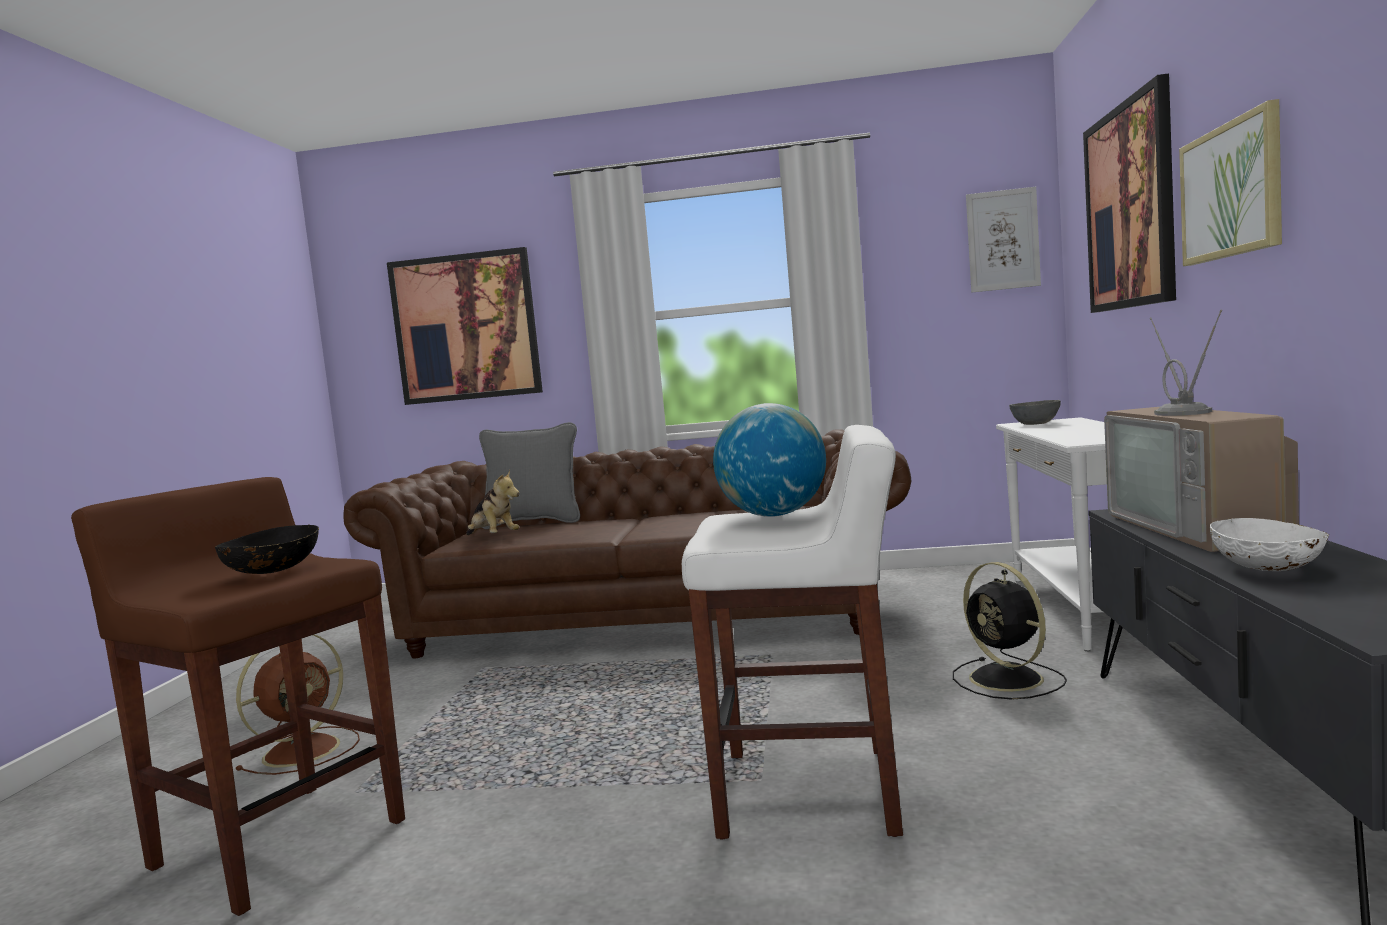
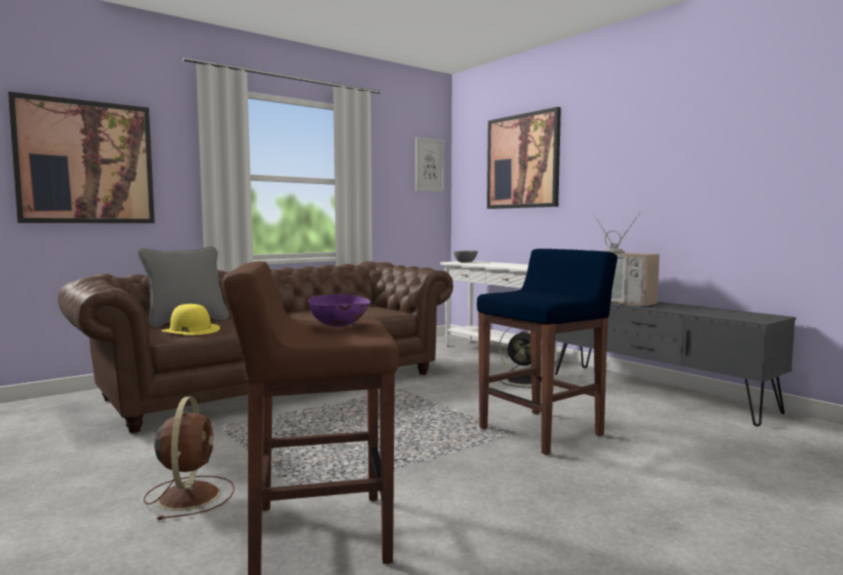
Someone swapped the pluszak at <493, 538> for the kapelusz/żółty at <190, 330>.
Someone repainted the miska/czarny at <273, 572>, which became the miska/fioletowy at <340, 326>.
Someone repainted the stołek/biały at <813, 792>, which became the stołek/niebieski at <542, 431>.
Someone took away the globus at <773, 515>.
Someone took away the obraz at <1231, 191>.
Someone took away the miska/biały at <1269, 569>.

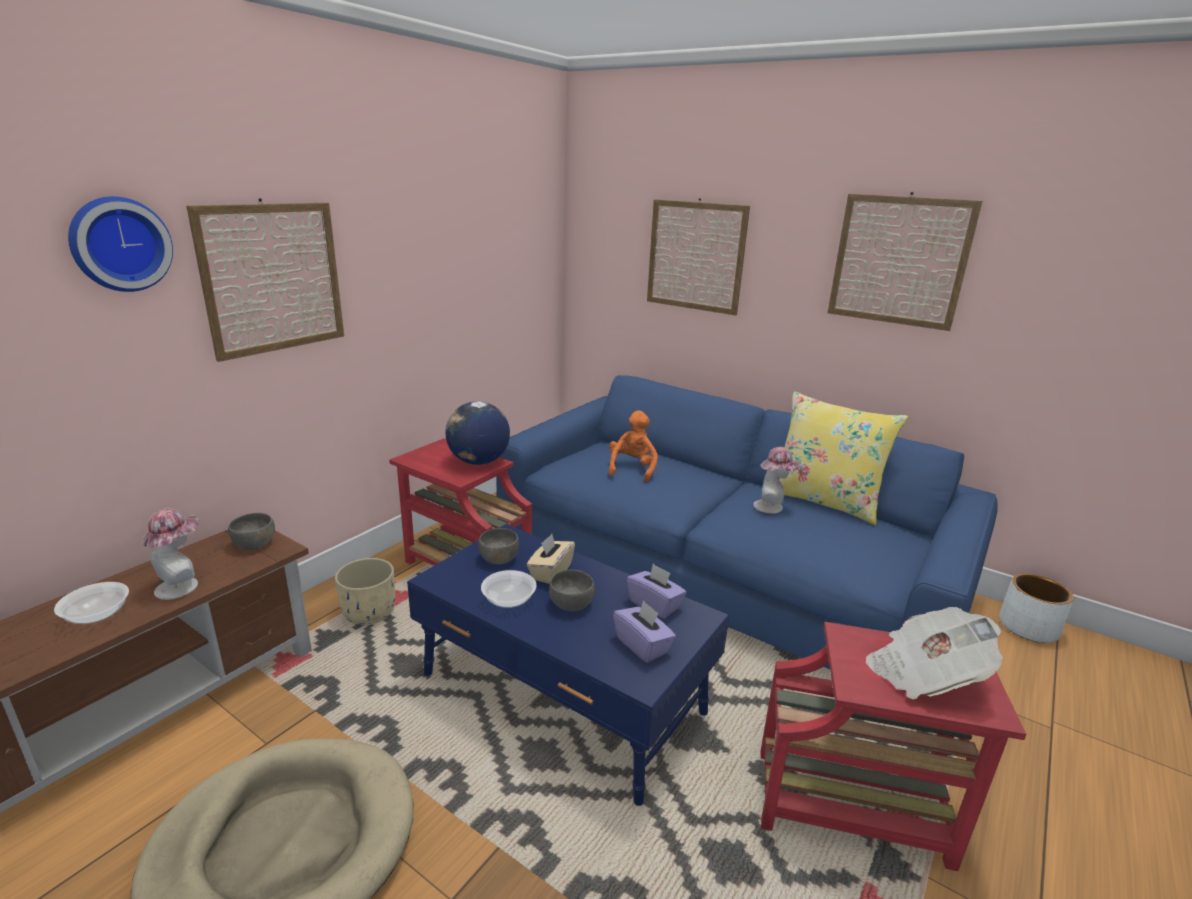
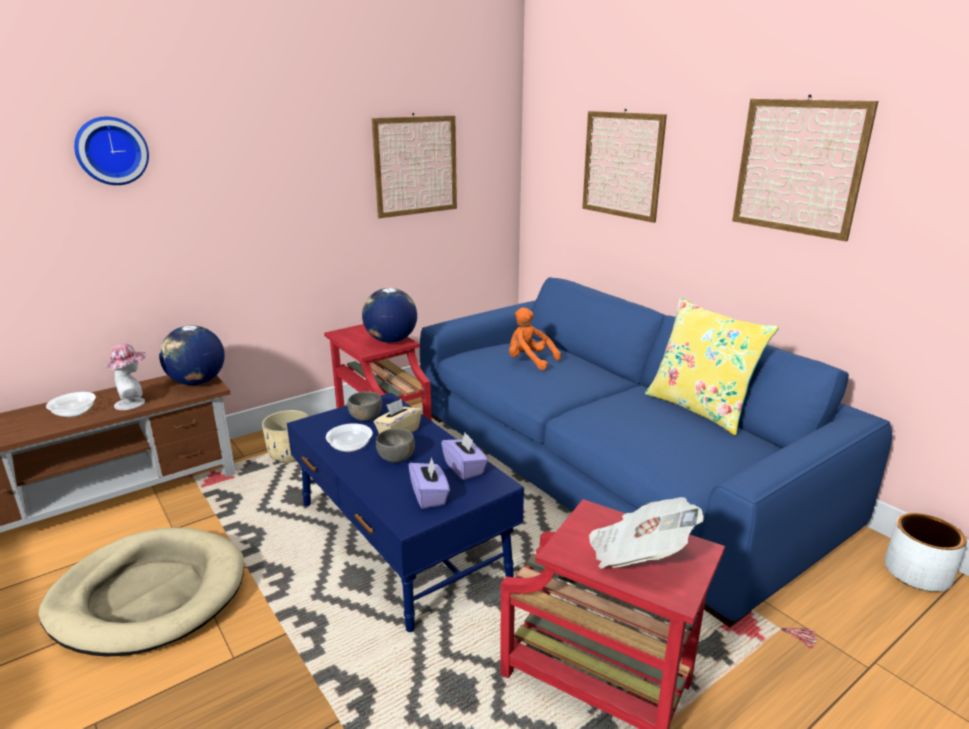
Someone swapped the miska/szary at <255, 544> for the globus at <197, 382>.
Someone carried the obraz from <272, 275> to <415, 164>.
Someone rotated the pluszak/pomarańczowy at <632, 469> by 90 degrees counterclockwise.
Someone took away the kapelusz at <772, 507>.

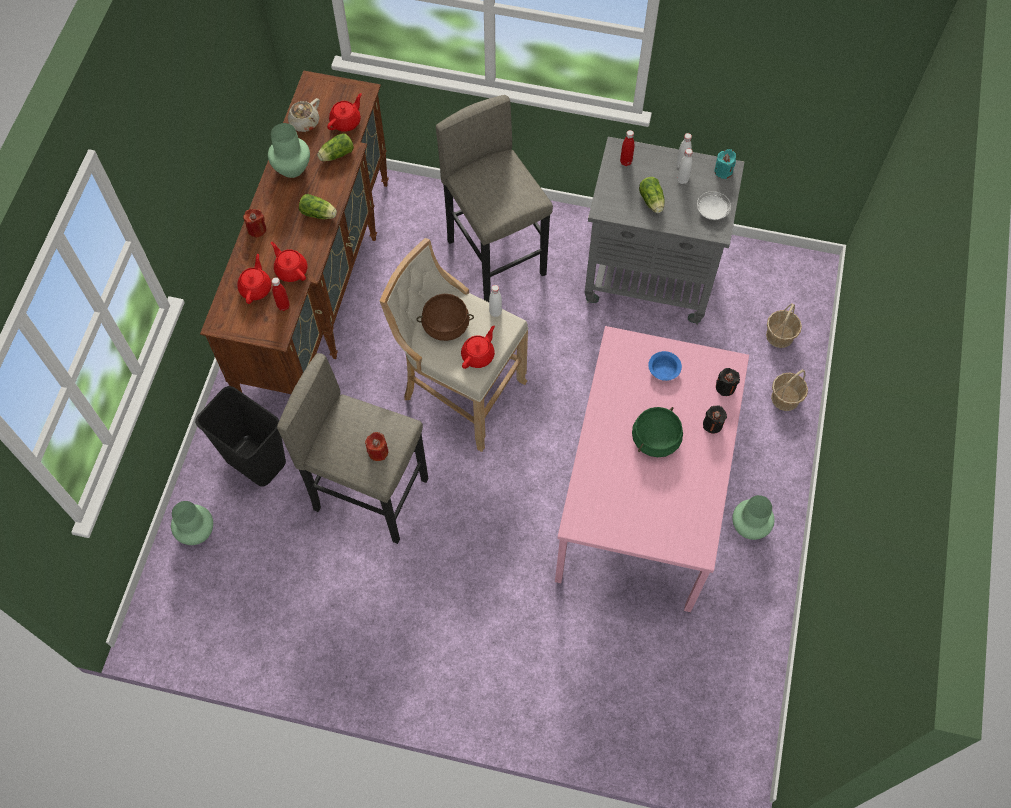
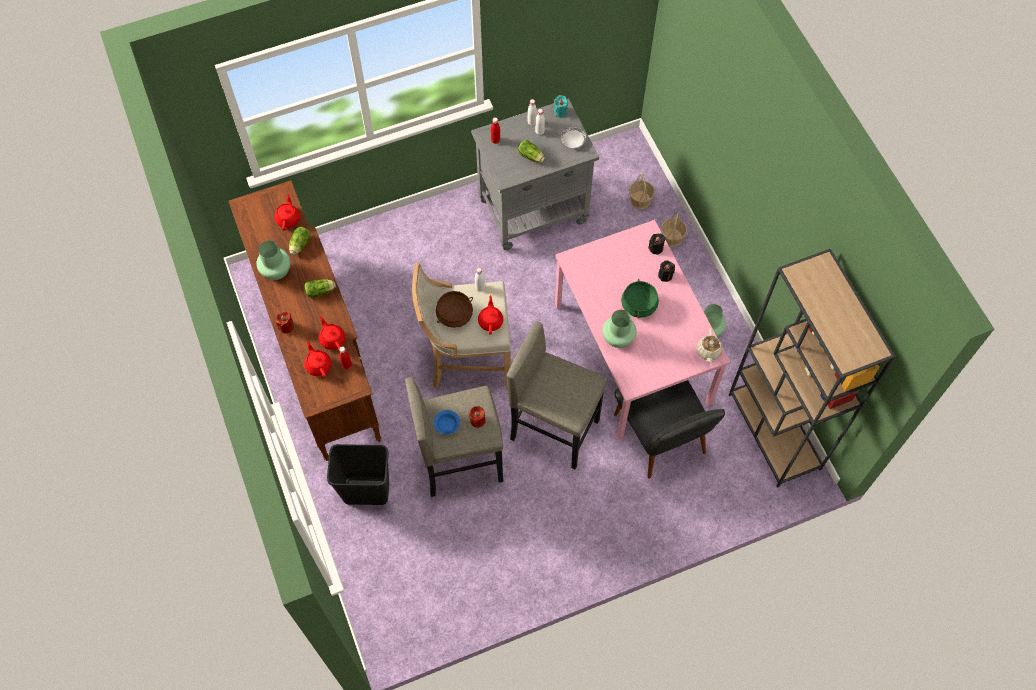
Someone rotated the imbryk/czerwony at <291, 270> by 45 degrees clockwise.
Someone carried the miska/niebieski from <664, 370> to <447, 424>.
Someone carried the stołek/szary from <496, 257> to <554, 429>.
Someone carried the wazon/zielony from <197, 531> to <618, 338>.
Someone put down the krzesło/czarny at <659, 434>.
Someone carried the imbryk/beżowy from <304, 123> to <708, 351>.
Someone put down the regał at <775, 432>.

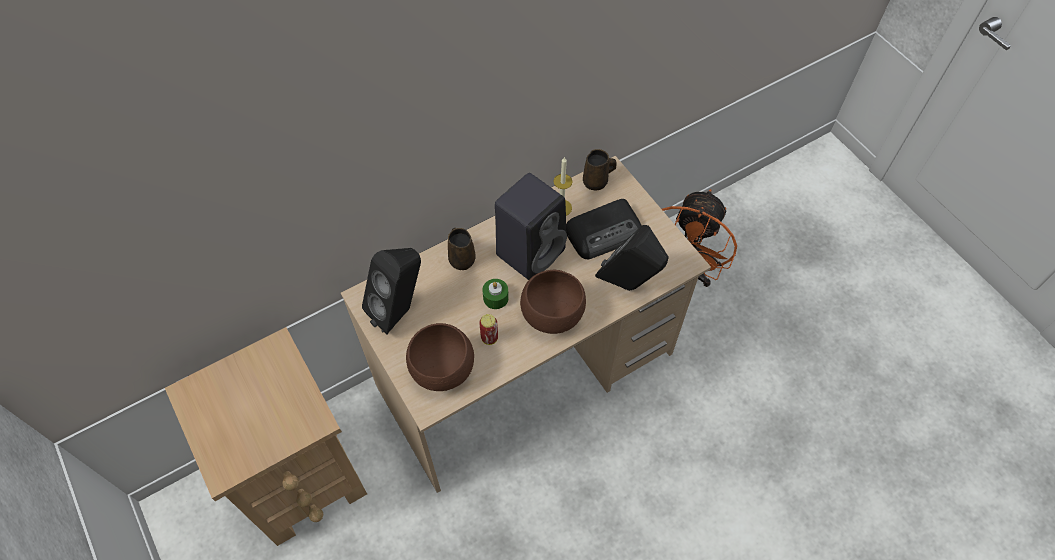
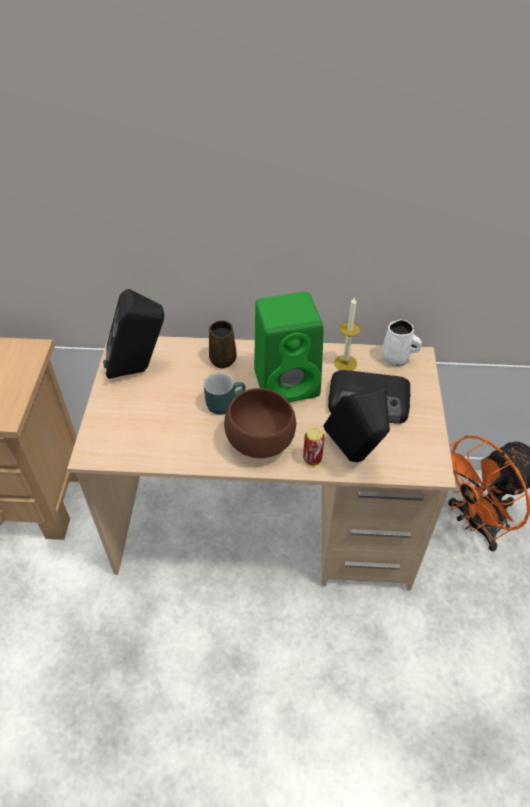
Someone swapped the świeca/zielony at <495, 298> for the kubek/turkusowy at <224, 402>.
Someone repainted the głośnik/czarny at <531, 250>, which became the głośnik/zielony at <288, 382>.
Someone carried the puszka from <489, 338> to <312, 459>.
Someone repainted the kubek/brązowy at <596, 182>, which became the kubek/biały at <396, 359>.
Someone took away the miska/brązowy at <444, 371>.

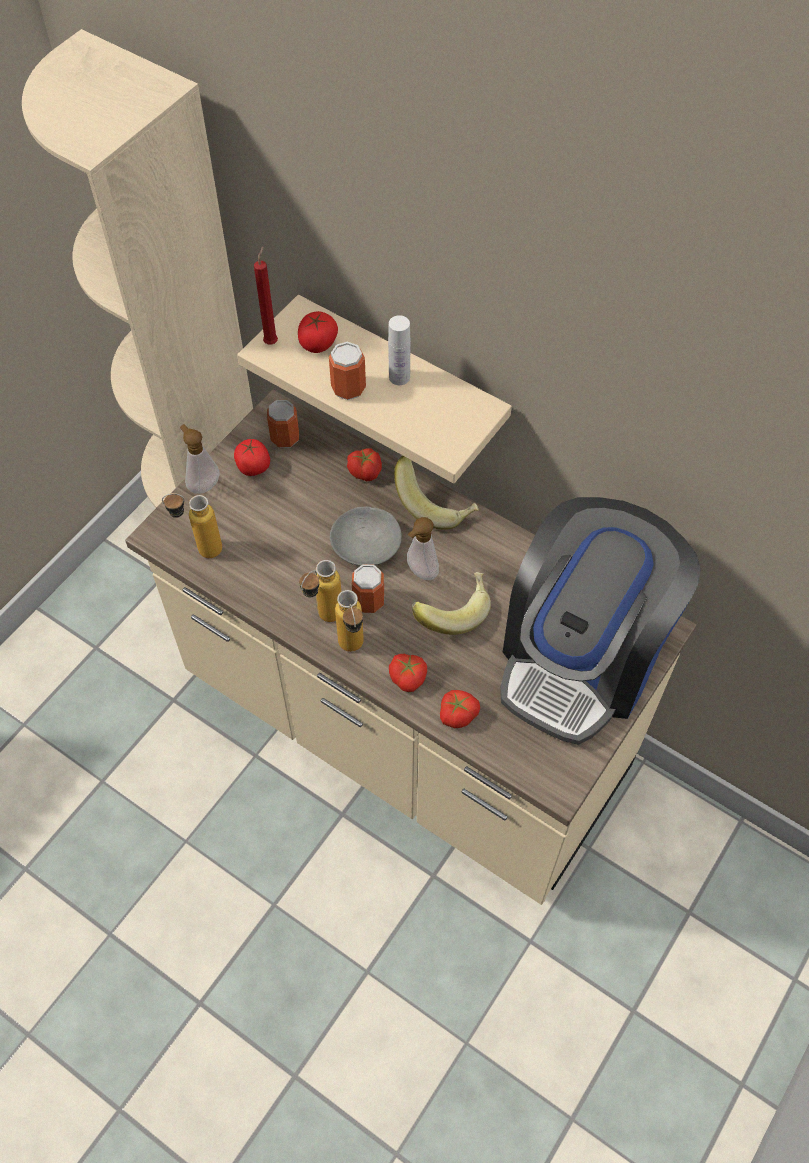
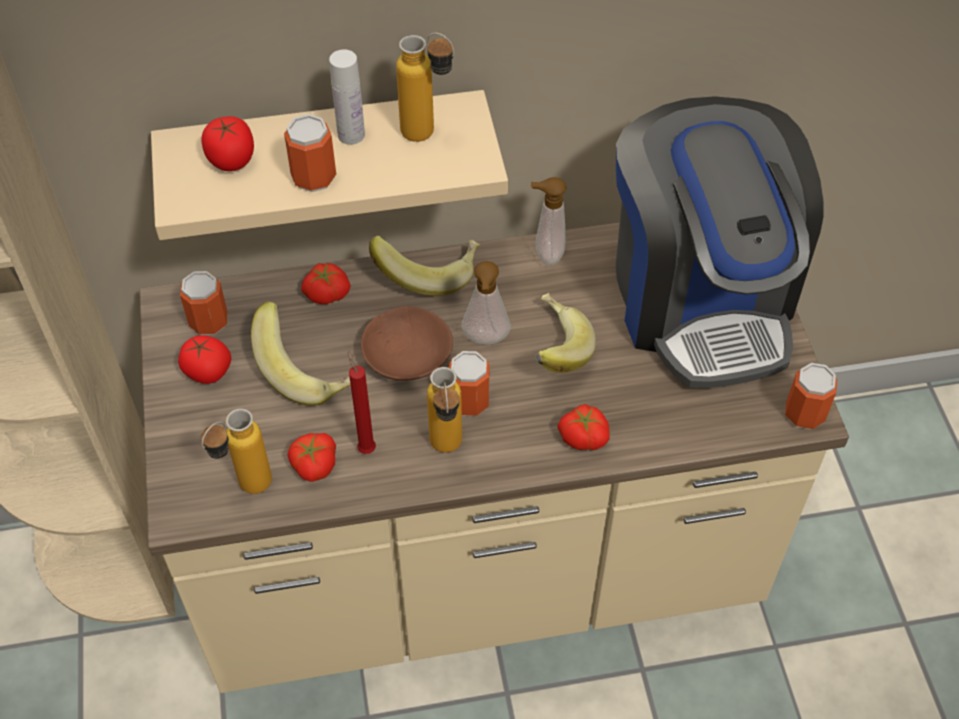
Someone put down the banan at <306, 371>.
Someone carried the pomidor from <457, 713> to <313, 465>.
Someone carried the świeca/czerwony from <272, 341> to <366, 447>.
Someone repainted the miska/szary at <367, 545>, which became the miska/brązowy at <407, 354>.
Someone carried the butelka from <353, 650> to <429, 136>.
Someone carried the dozownik mydła from <203, 484> to <546, 254>.
Someone put down the puszka at <804, 414>.

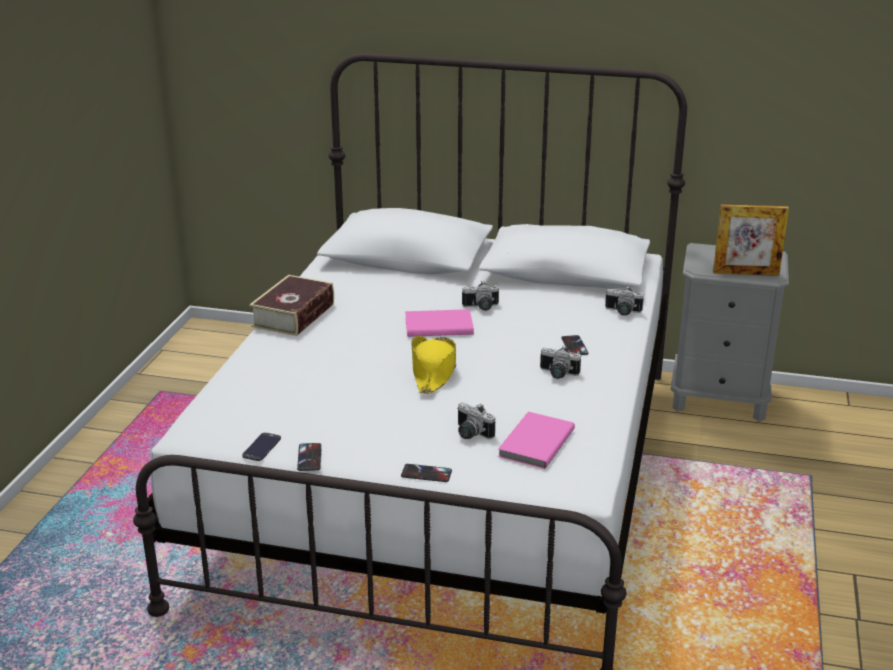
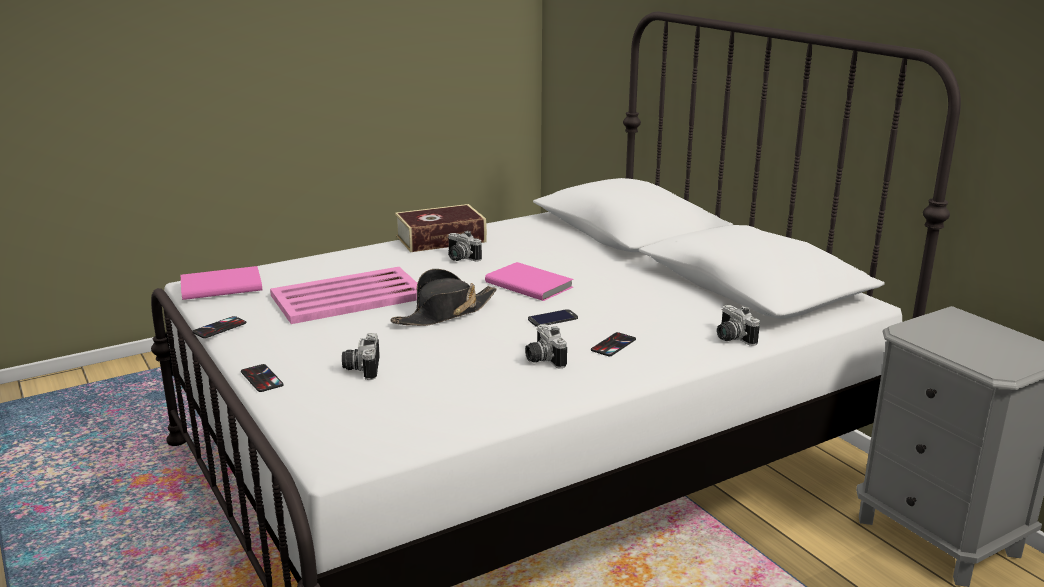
Someone carried the książka/różowy from <534, 443> to <220, 286>.
Someone put down the taca/różowy at <347, 297>.
Someone repainted the kapelusz/żółty at <433, 372>, which became the kapelusz/czarny at <445, 313>.
Someone carried the aparat fotograficzny from <481, 307> to <460, 258>.
Someone carried the telefon from <262, 447> to <553, 319>.
Someone took away the ramka na zdjęcie at <746, 273>.

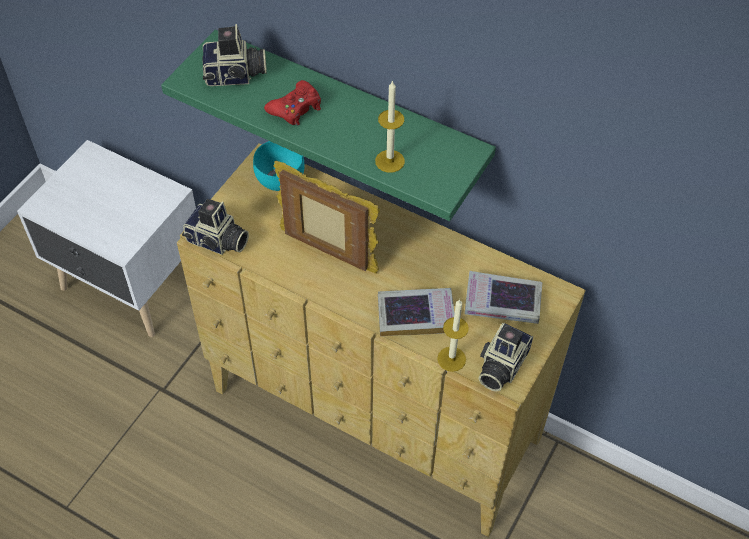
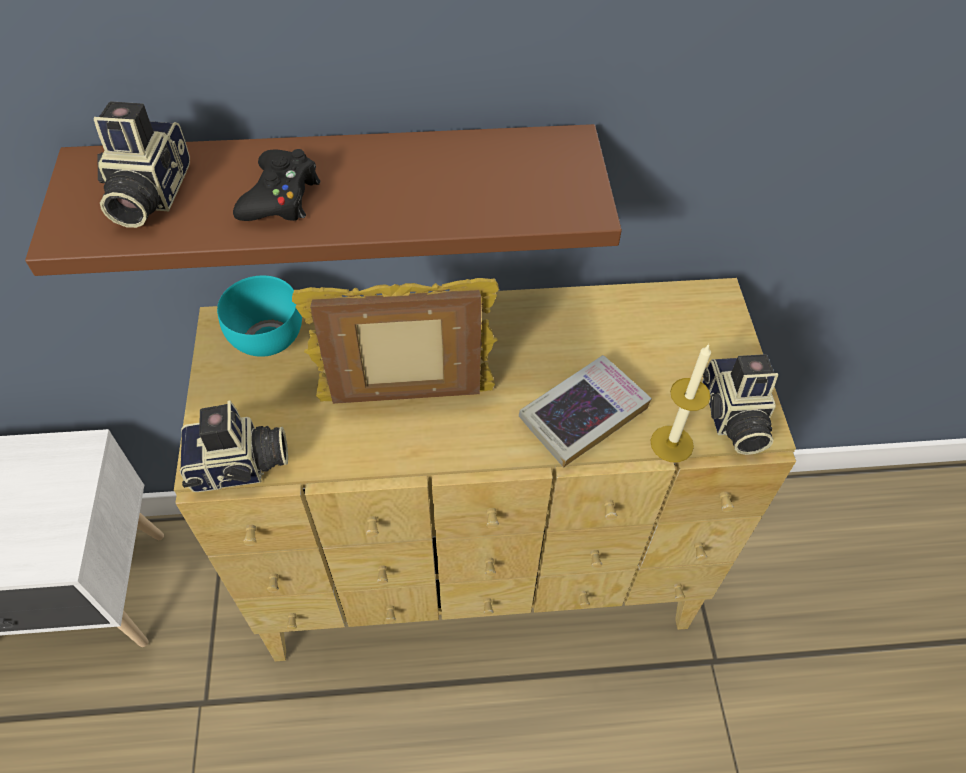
Someone repainted the półka/zielony at <350, 116>, which became the półka/brązowy at <341, 191>.
Someone rotated the aparat fotograficzny at <235, 76> by 135 degrees clockwise.
Someone repainted the pad do gier/czerwony at <295, 108>, which became the pad do gier/czarny at <281, 197>.
Someone took away the świeca at <390, 161>.
Someone took away the książka at <502, 302>.

